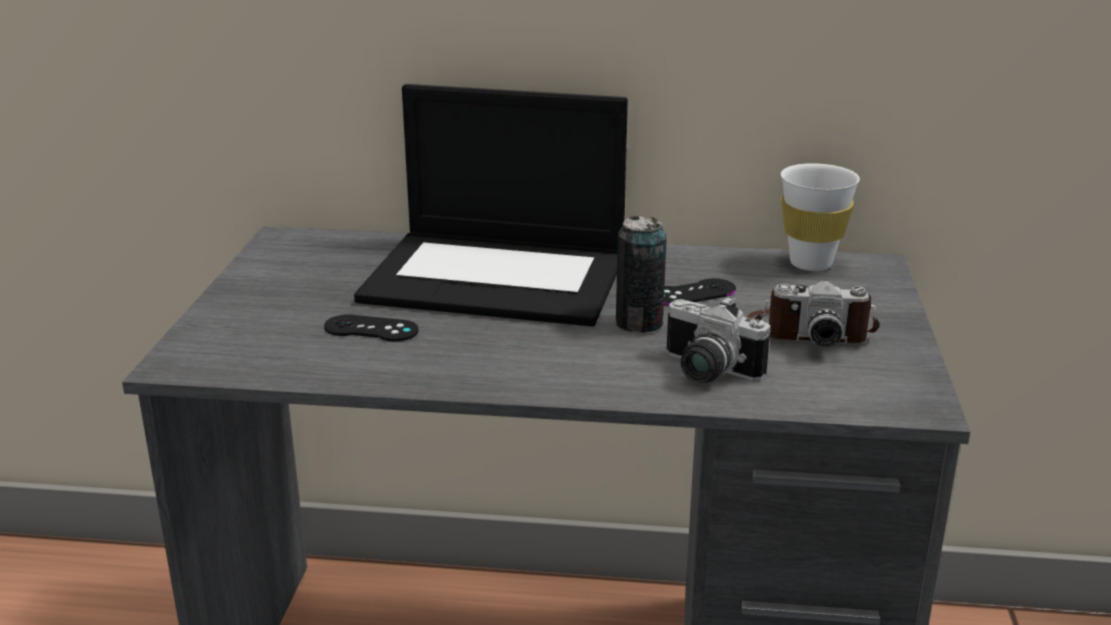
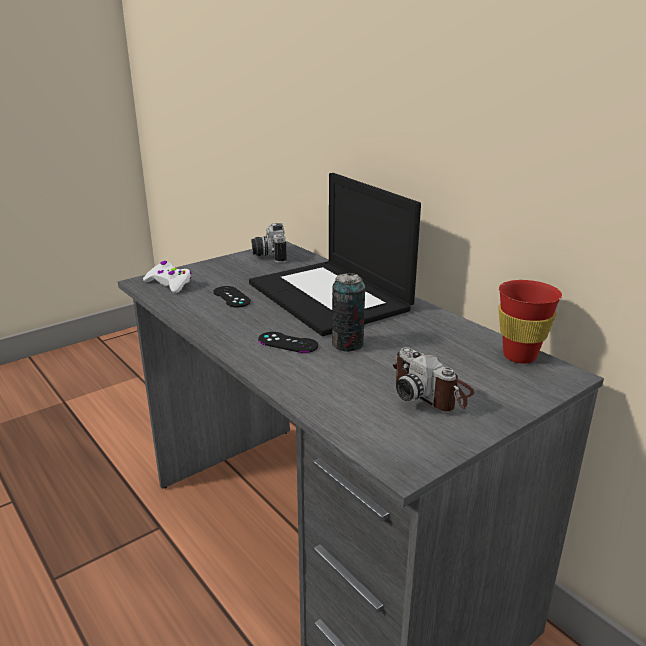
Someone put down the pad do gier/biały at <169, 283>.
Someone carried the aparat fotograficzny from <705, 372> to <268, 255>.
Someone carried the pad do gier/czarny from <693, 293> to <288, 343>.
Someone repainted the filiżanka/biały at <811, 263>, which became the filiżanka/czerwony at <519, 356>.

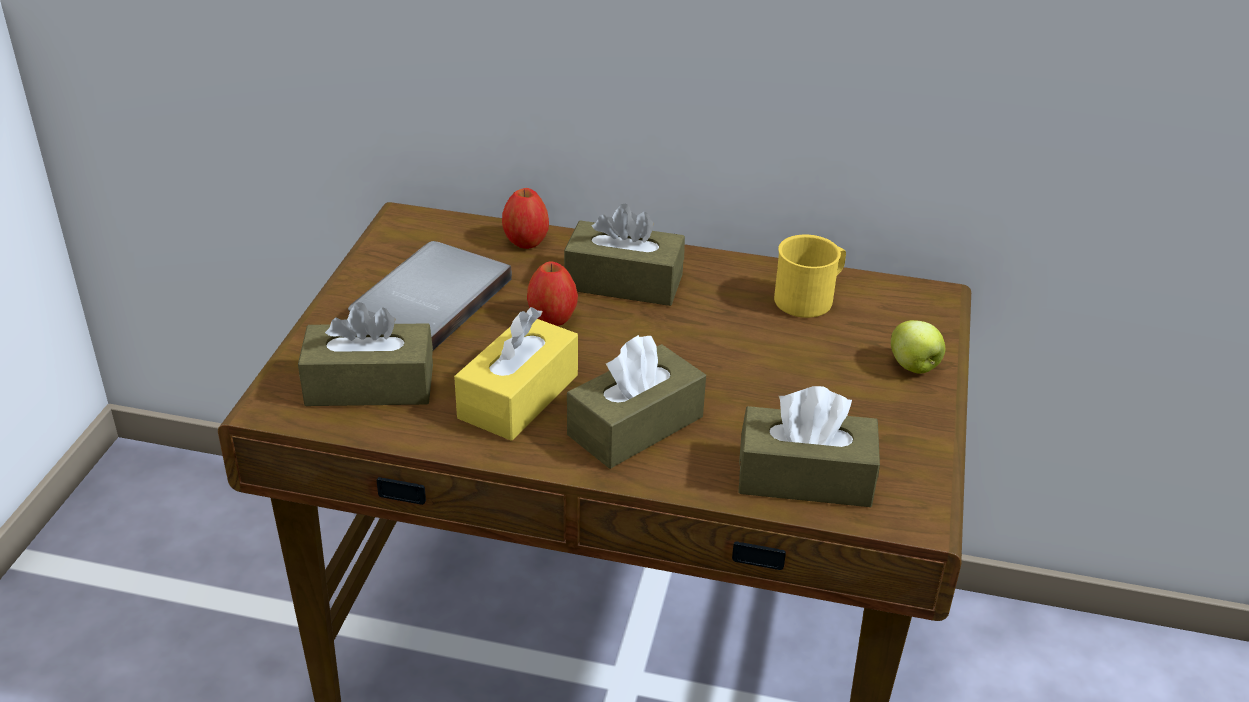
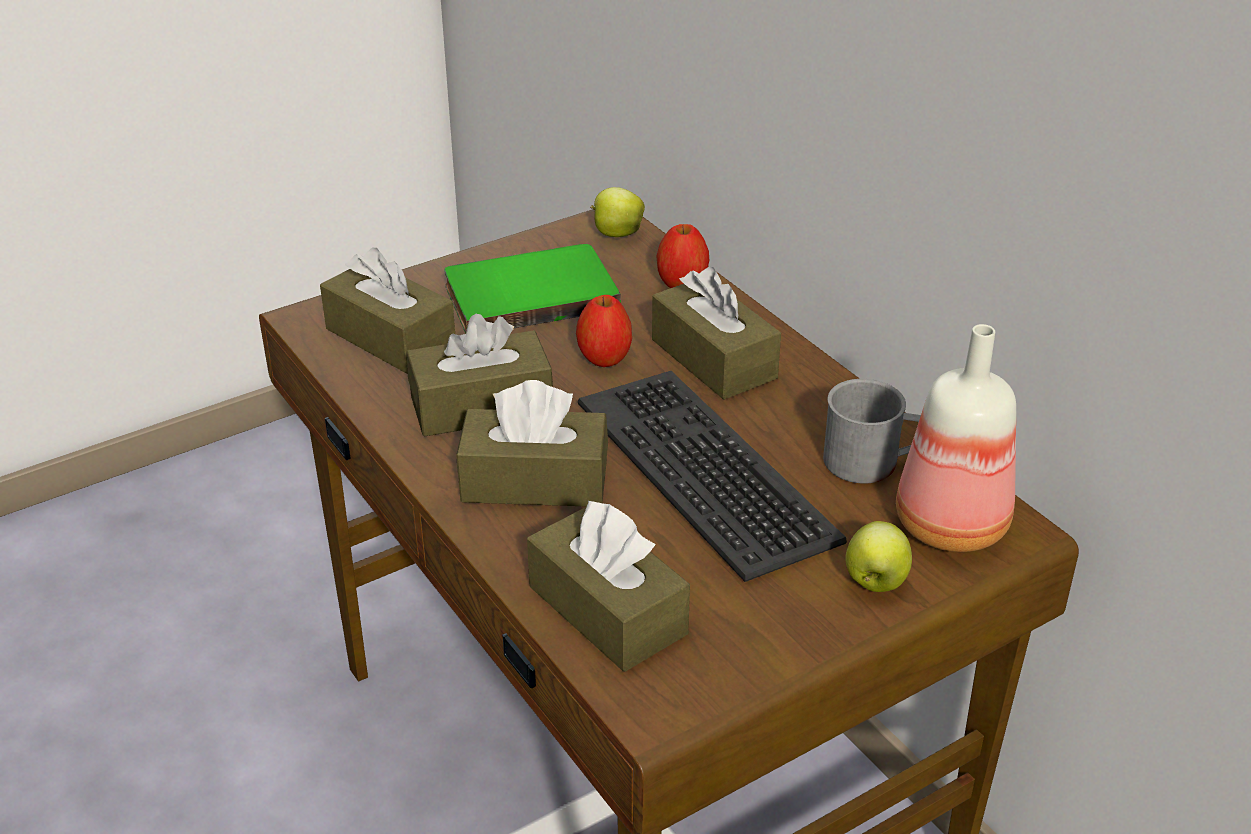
Someone repainted the pudełko chusteczek/żółty at <518, 396>, which became the pudełko chusteczek/brązowy at <481, 406>.
Someone repainted the książka/szary at <426, 300>, which became the książka/zielony at <529, 293>.
Someone put down the klawiatura at <707, 470>.
Someone put down the jabłko at <616, 234>.
Someone repainted the kubek/żółty at <810, 297>, which became the kubek/szary at <873, 462>.
Someone put down the butelka at <949, 522>.

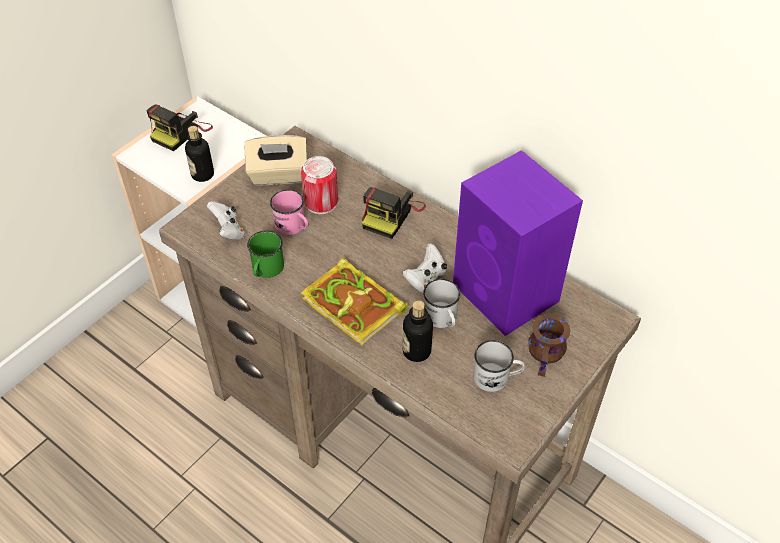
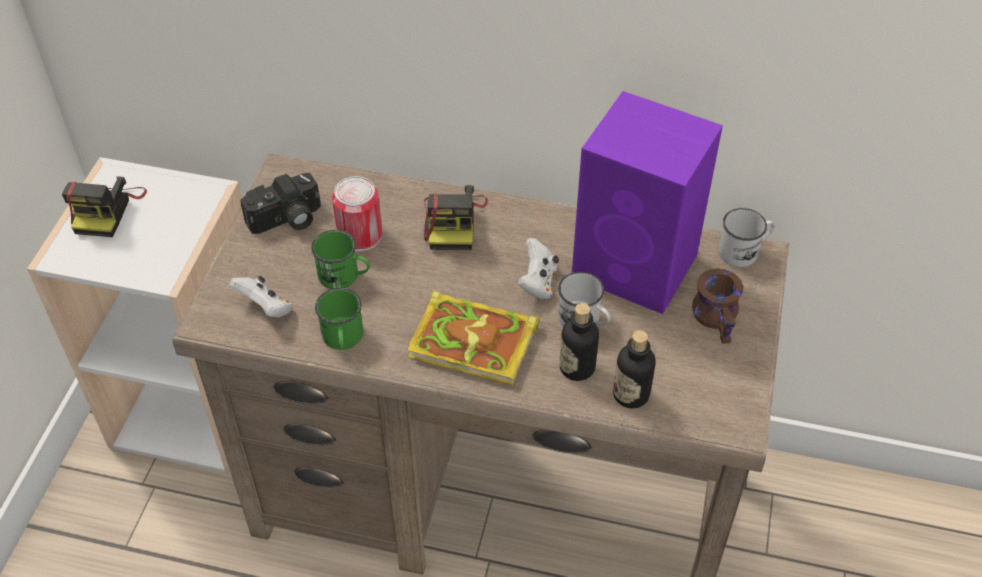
Someone swapped the pudełko chusteczek/beżowy at <278, 175> for the aparat fotograficzny at <286, 220>.
Someone repainted the kubek/różowy at <293, 227>, which became the kubek/zielony at <344, 276>.
Someone carried the butelka from <202, 174> to <631, 394>.
Someone carried the kubek/biały from <496, 378> to <744, 251>.

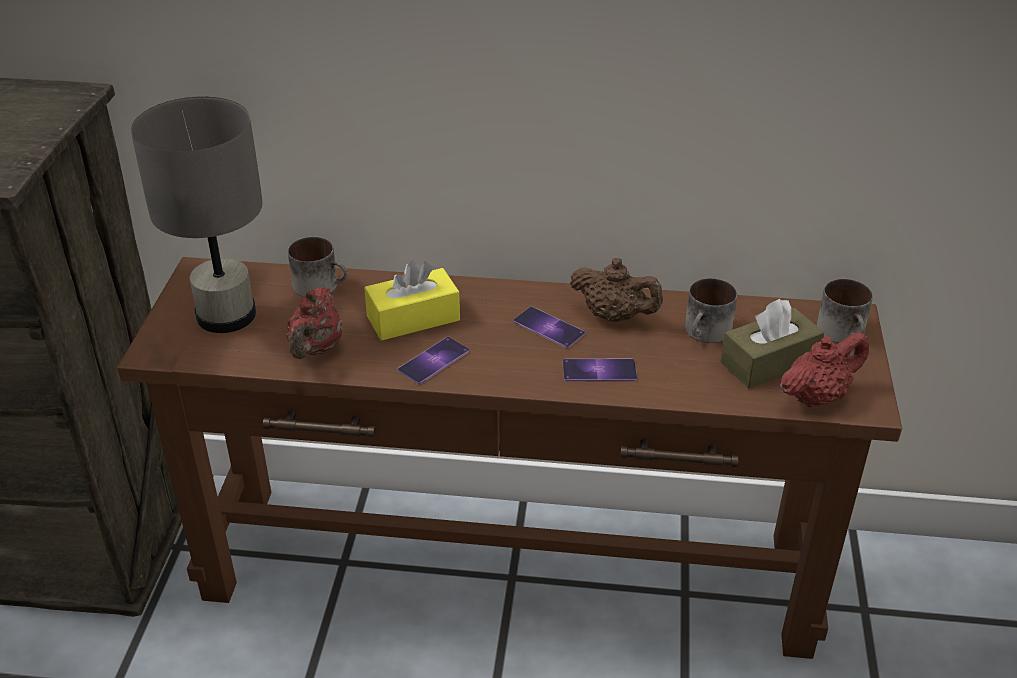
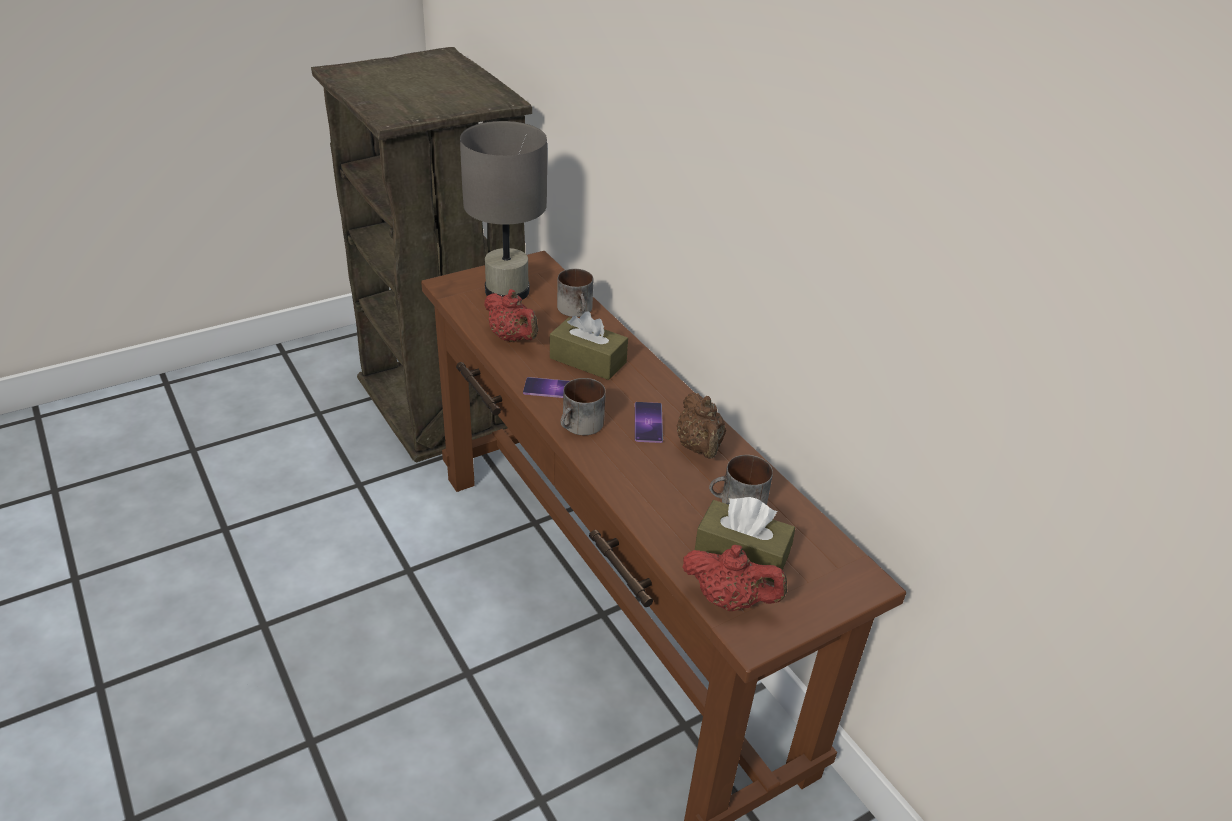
Someone rotated the imbryk/czerwony at <316, 349> by 105 degrees counterclockwise.
Someone repainted the pudełko chusteczek/żółty at <413, 318>, which became the pudełko chusteczek/brązowy at <588, 360>.
Someone carried the kubek from <845, 333> to <581, 426>.
Someone took away the telefon at <599, 371>.

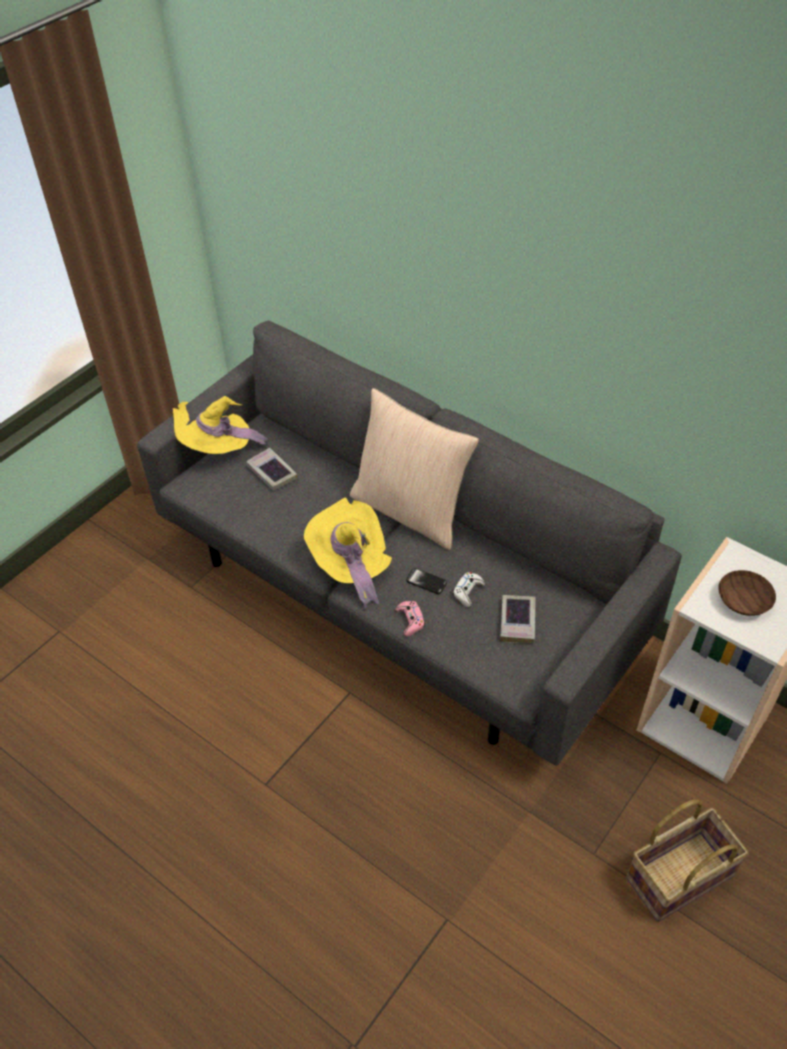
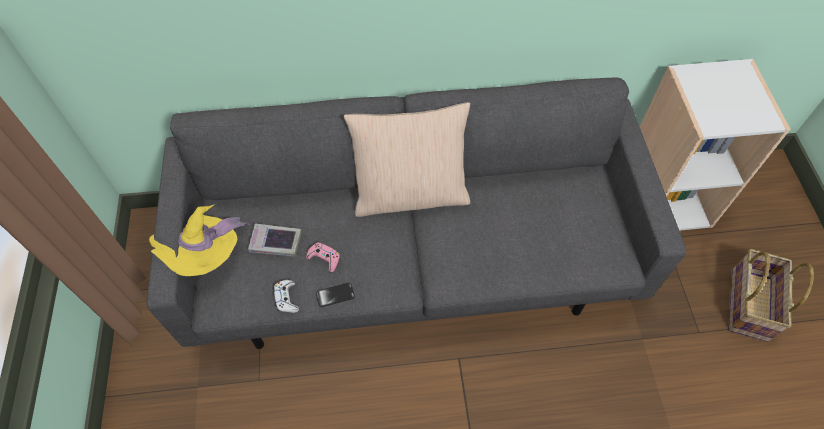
Someone carried the pad do gier/biały from <468, 592> to <286, 298>.
Someone carried the pad do gier/różowy from <410, 620> to <324, 258>.
Someone carried the telefon from <426, 582> to <335, 295>.
Someone took away the kapelusz/żółty at <351, 566>.
Someone took away the książka at <517, 621>.
Someone took away the miska/brązowy at <742, 599>.

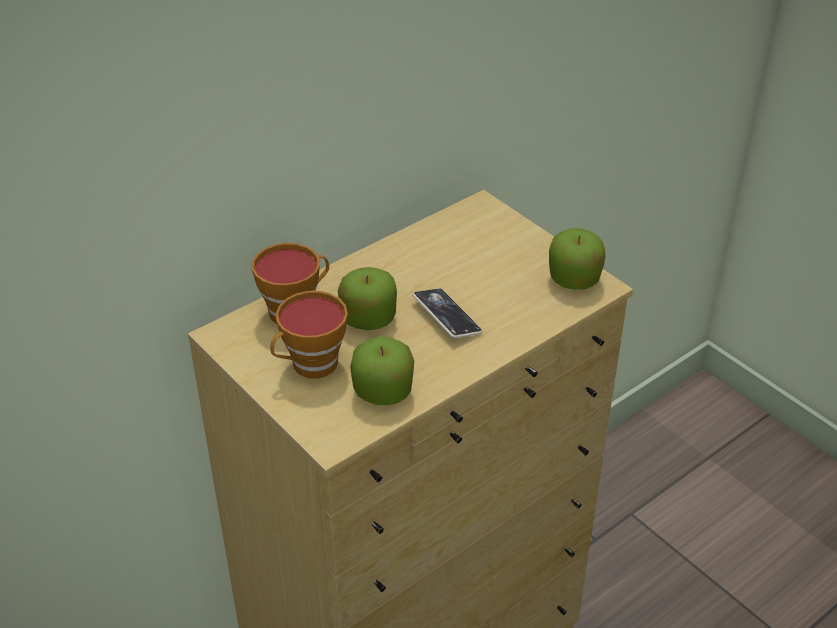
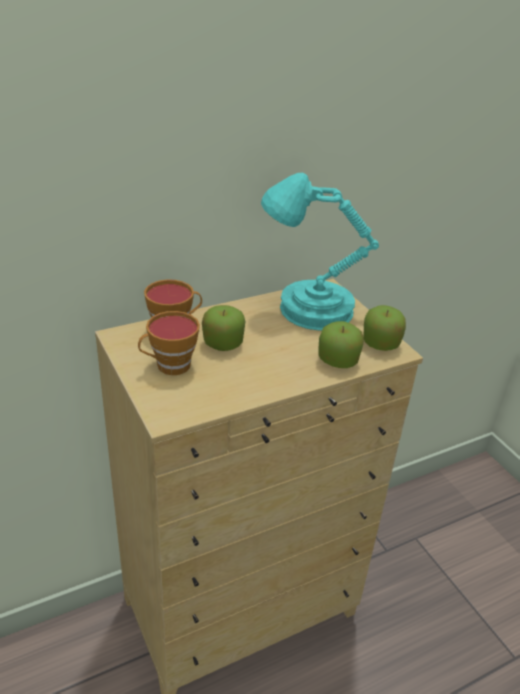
Someone put down the lampa stołowa/turkusowy at <309, 309>.
Someone carried the jabłko from <383, 391> to <338, 360>.
Someone took away the telefon at <447, 317>.

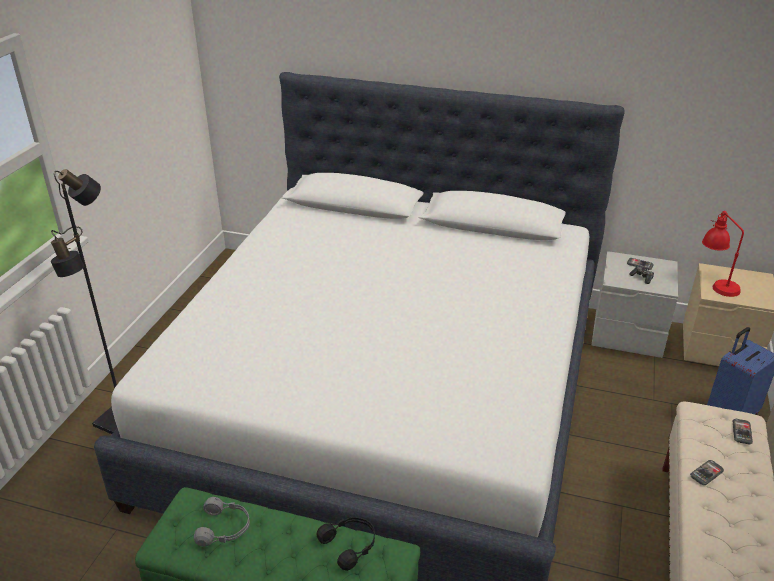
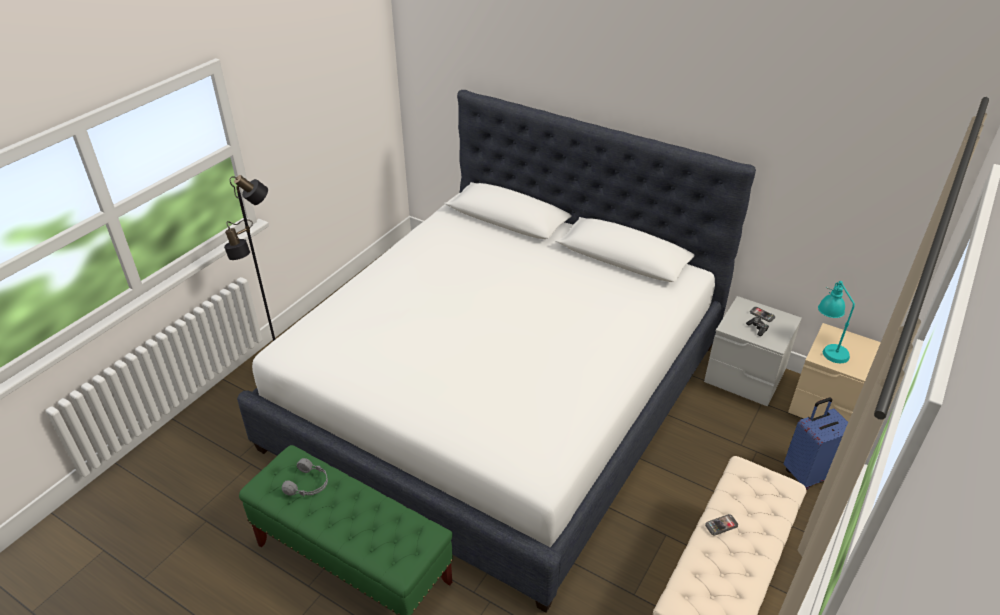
Someone repainted the lampa stołowa/czerwony at <715, 284>, which became the lampa stołowa/turkusowy at <827, 347>.
Someone took away the słuchawki/czarny at <350, 545>.
Someone took away the telefon at <742, 432>.

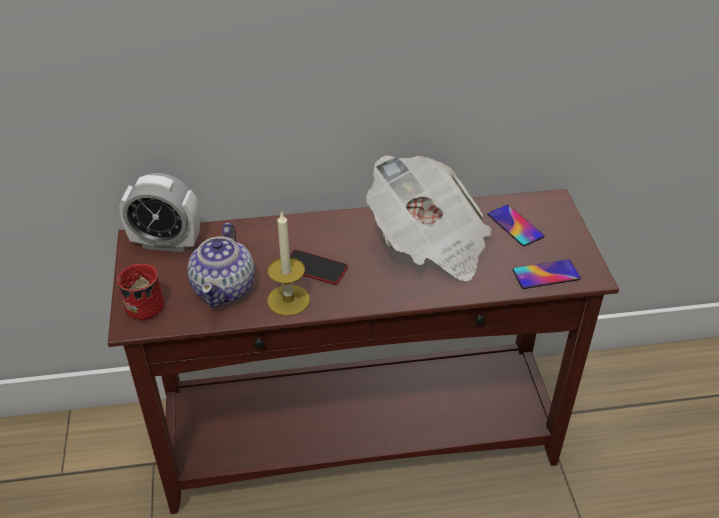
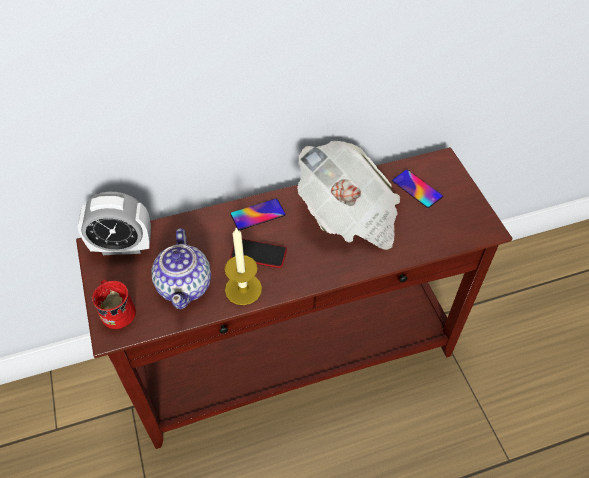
Someone carried the telefon from <546, 274> to <258, 214>.

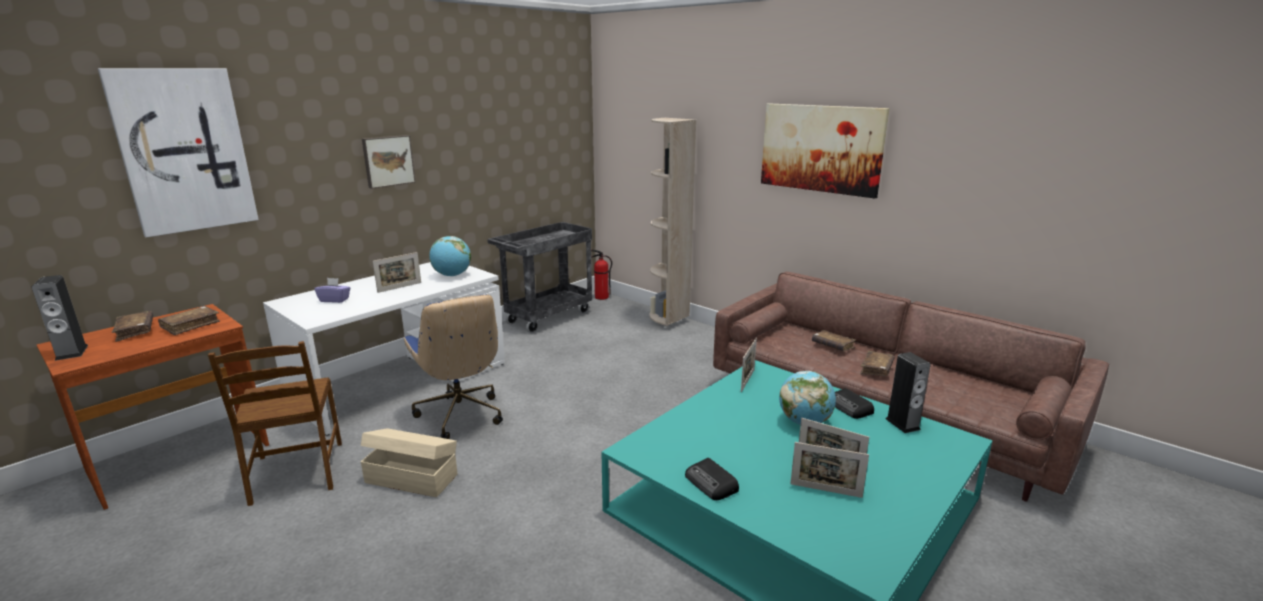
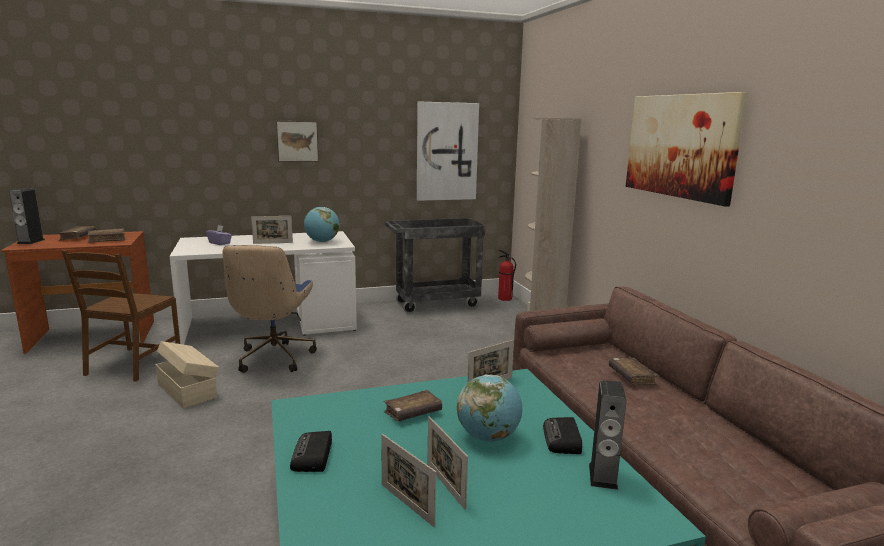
Someone carried the książka/brązowy from <876, 369> to <413, 413>.
Someone carried the obraz from <184, 151> to <446, 152>.

